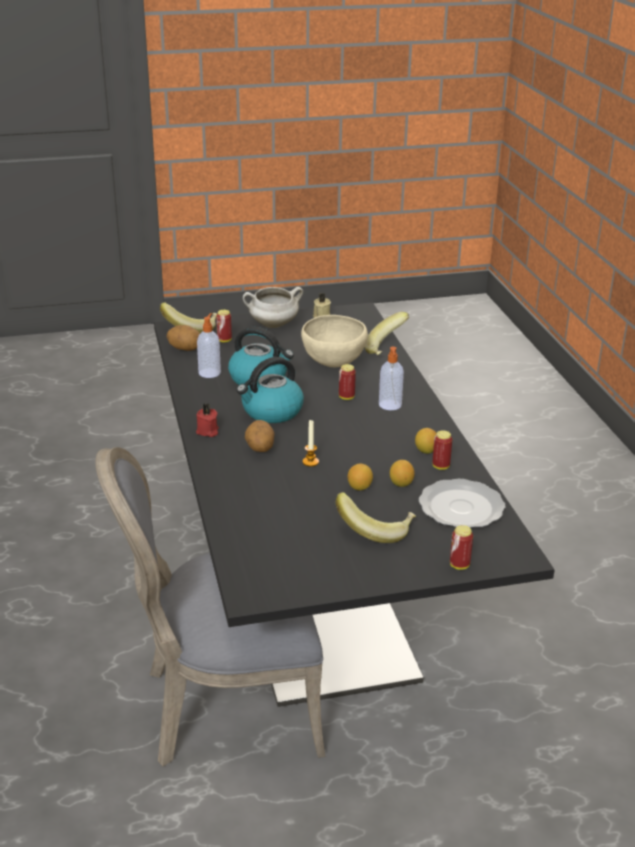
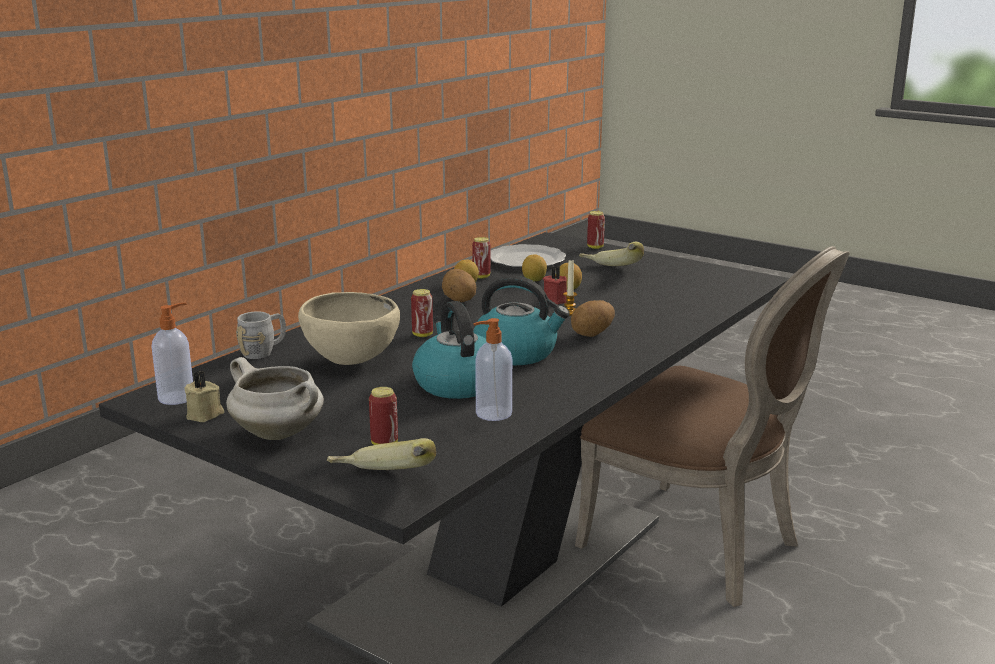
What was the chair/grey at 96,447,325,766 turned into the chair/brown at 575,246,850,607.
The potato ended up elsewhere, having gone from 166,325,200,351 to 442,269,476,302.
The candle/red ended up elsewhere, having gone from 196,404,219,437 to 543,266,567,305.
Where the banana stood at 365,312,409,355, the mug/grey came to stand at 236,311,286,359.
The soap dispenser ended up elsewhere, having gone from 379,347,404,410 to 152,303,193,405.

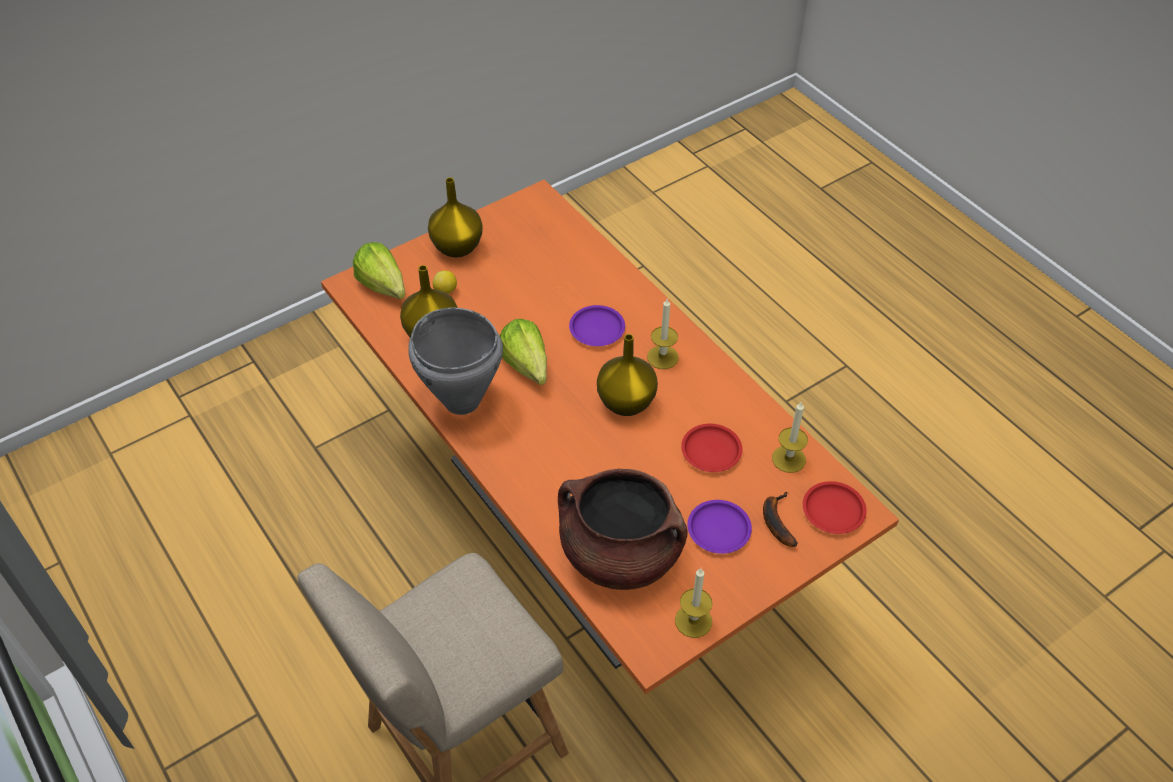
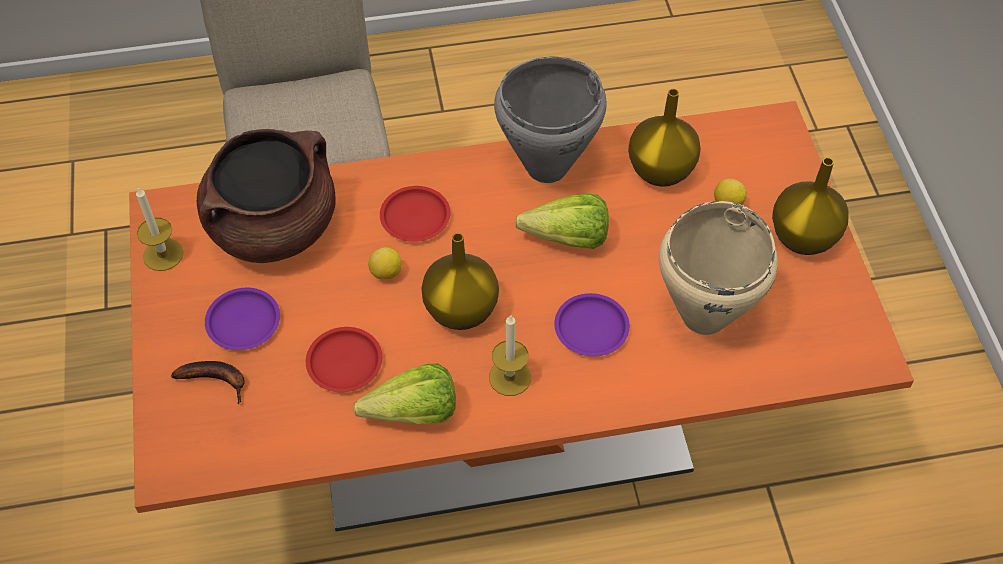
The lettuce ended up elsewhere, having gone from 353,242,406,299 to 353,363,456,424.
The second view lost the candle at 772,401,808,473.
The plate/red ended up elsewhere, having gone from 803,481,867,534 to 380,186,450,242.
The second view gained the lemon at 368,247,401,279.
The second view gained the cooking pot/beige at 659,201,778,335.

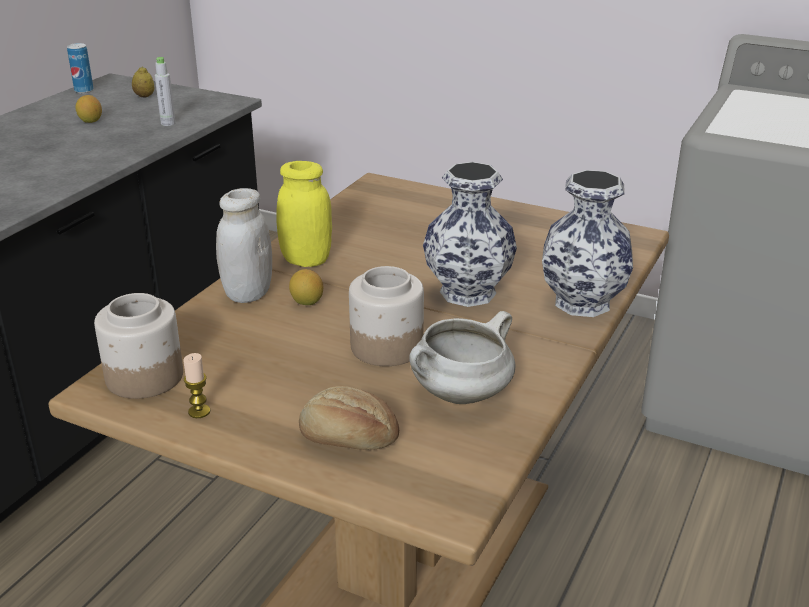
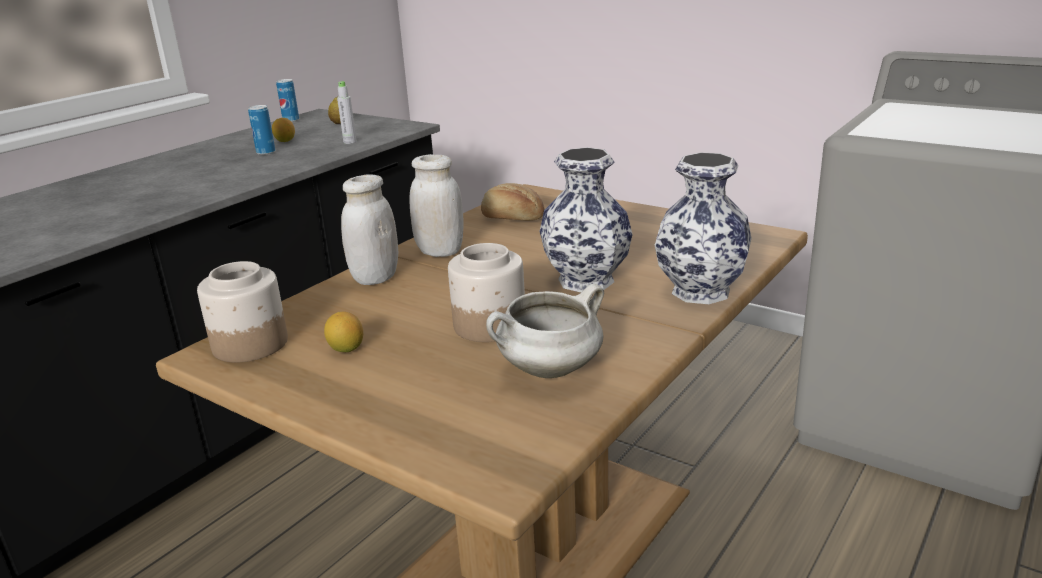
The second view lost the candle at 183,353,210,418.
What was the jar/yellow at 276,161,332,267 turned into the jar/white at 409,154,464,257.
The lemon ended up elsewhere, having gone from 289,269,323,305 to 324,312,363,352.
The bread ended up elsewhere, having gone from 299,386,399,450 to 481,183,545,221.
The second view gained the can at 248,105,275,155.

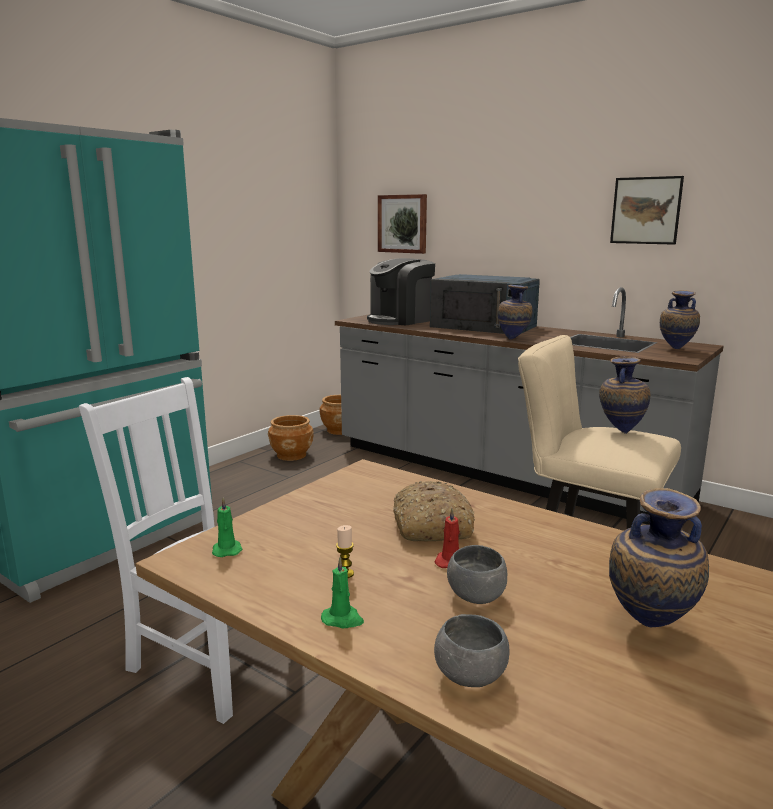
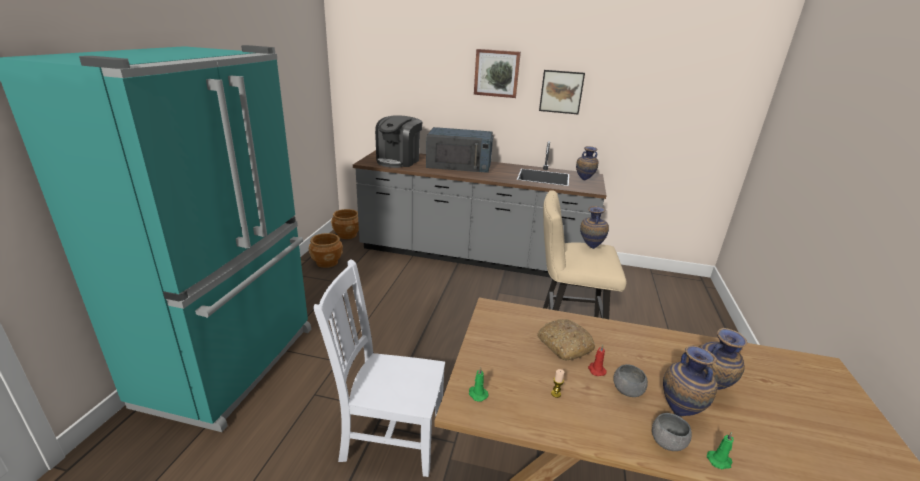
The candle/green ended up elsewhere, having gone from 321,557,364,628 to 707,432,734,469.
The picture ended up elsewhere, having gone from 378,194,427,254 to 474,49,521,98.
The vase ended up elsewhere, having gone from 498,285,533,339 to 663,346,718,416.

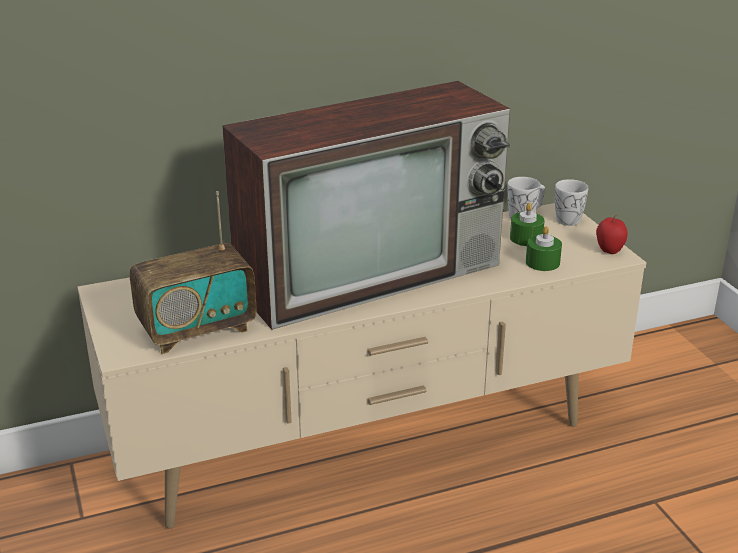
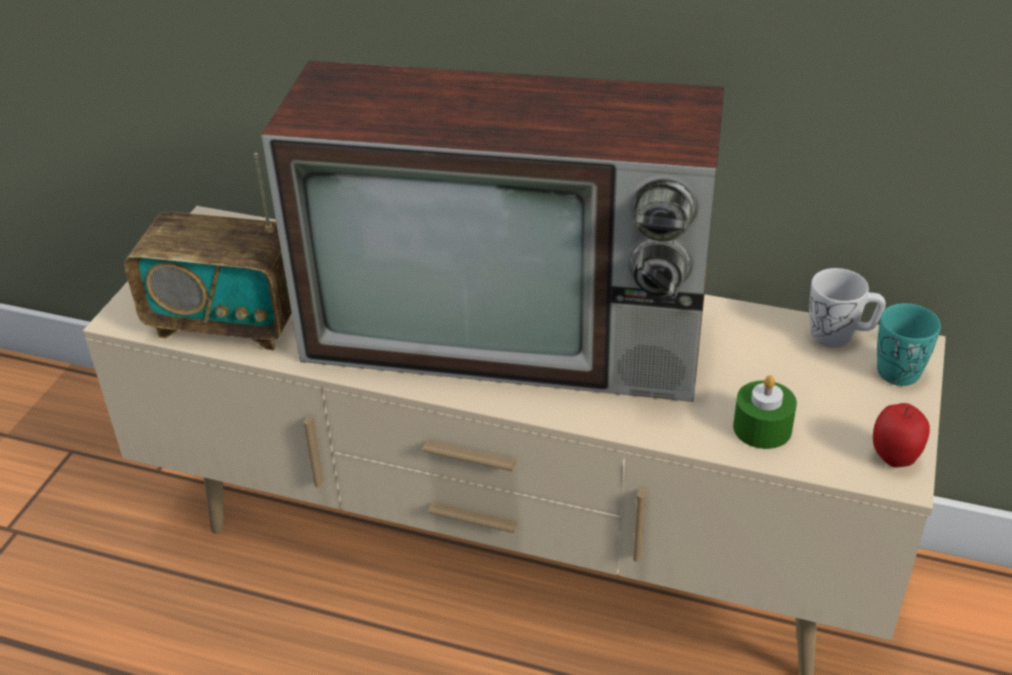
The second view lost the candle/green at 510,203,545,246.
What was the mug/white at 555,179,588,226 turned into the mug/turquoise at 877,303,941,386.

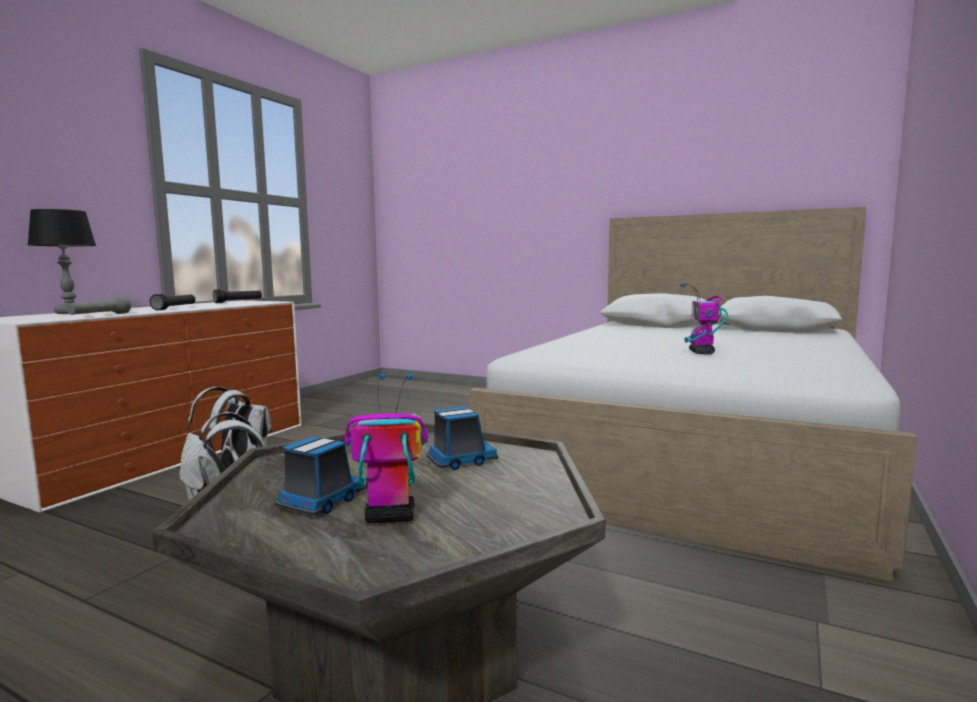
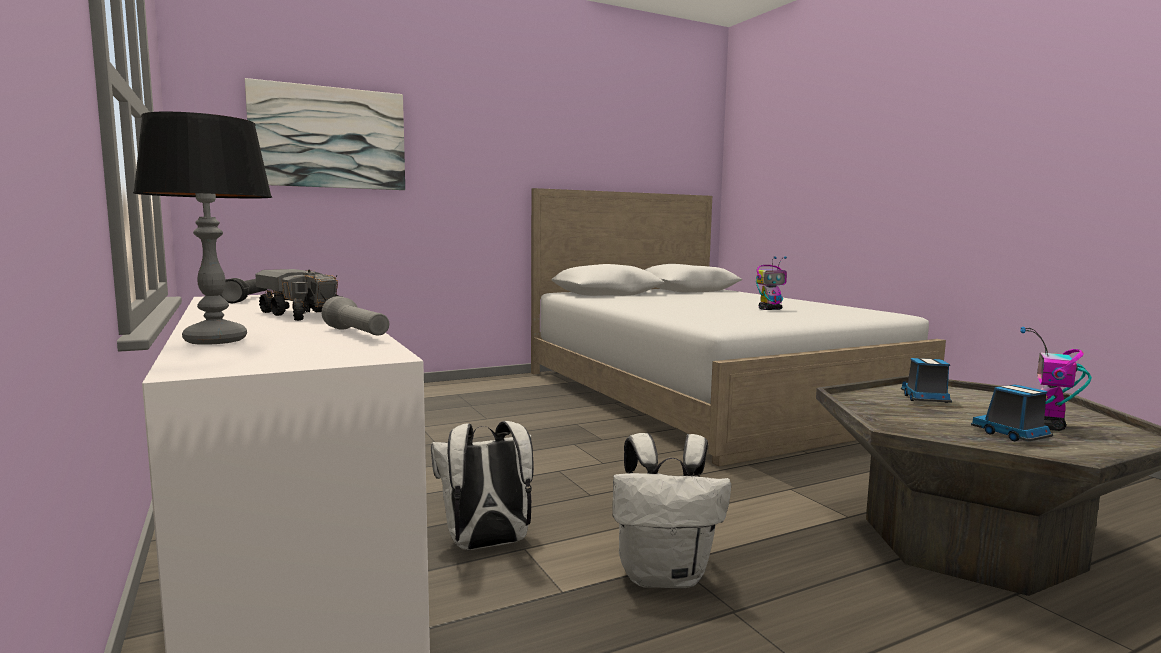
Where the flashlight/black stood at 150,294,196,310, the toy truck came to stand at 255,269,339,321.
The toy robot at 680,283,728,354 ended up facing another way, 60 degrees counterclockwise from before.
The second view gained the picture at 245,78,405,190.

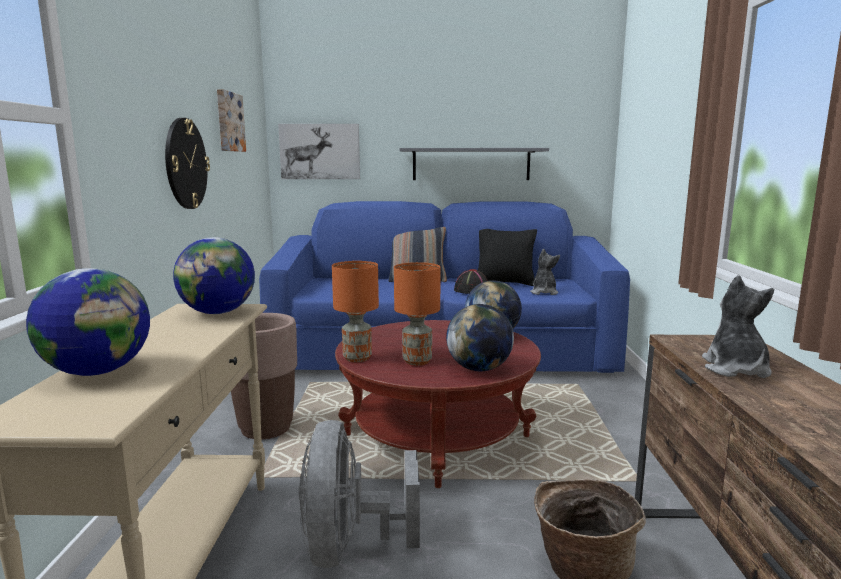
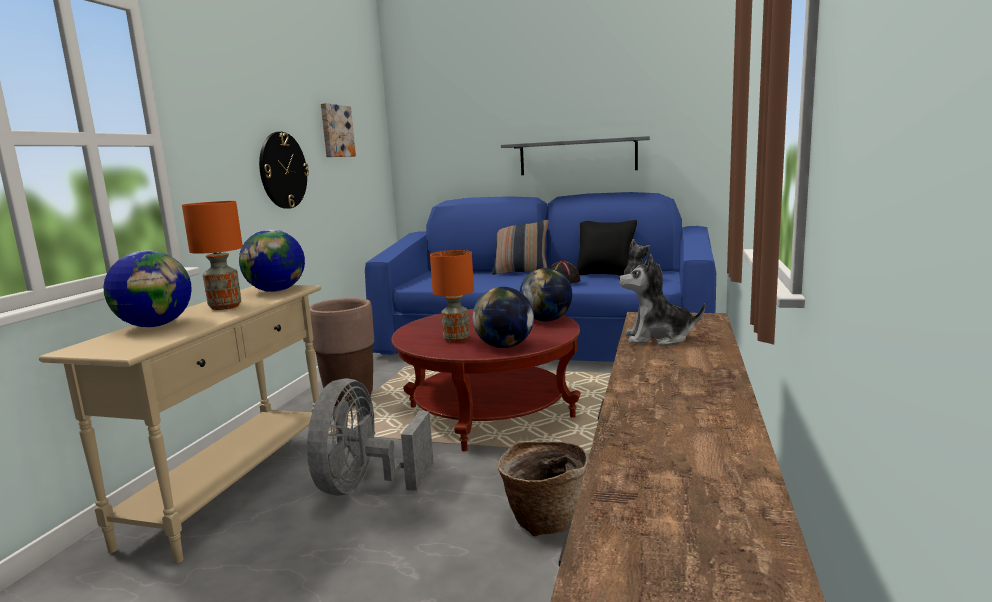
The second view lost the picture at 278,124,360,179.
The table lamp/orange ended up elsewhere, having gone from 332,261,379,362 to 182,201,243,310.
The plush toy at 702,275,774,378 ended up facing another way, 105 degrees counterclockwise from before.

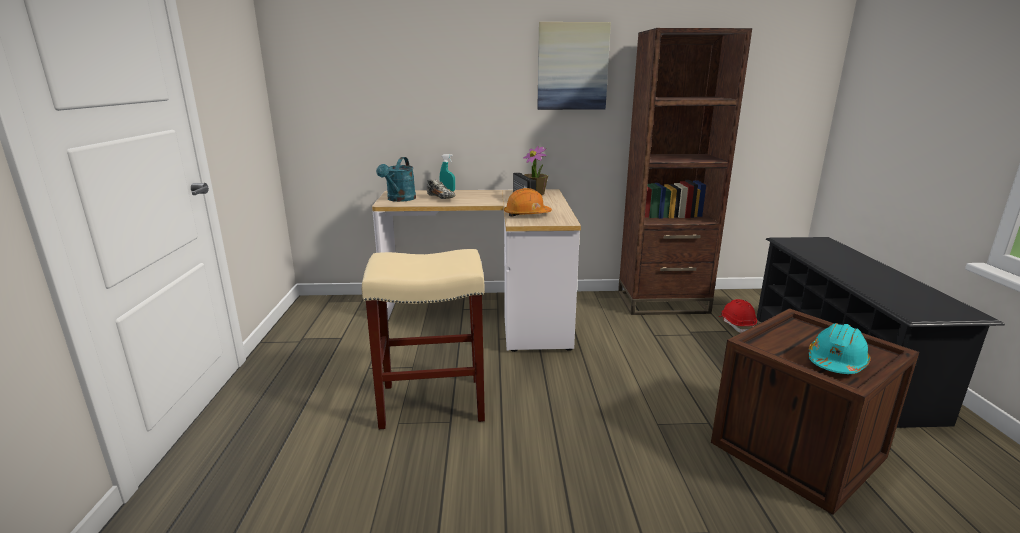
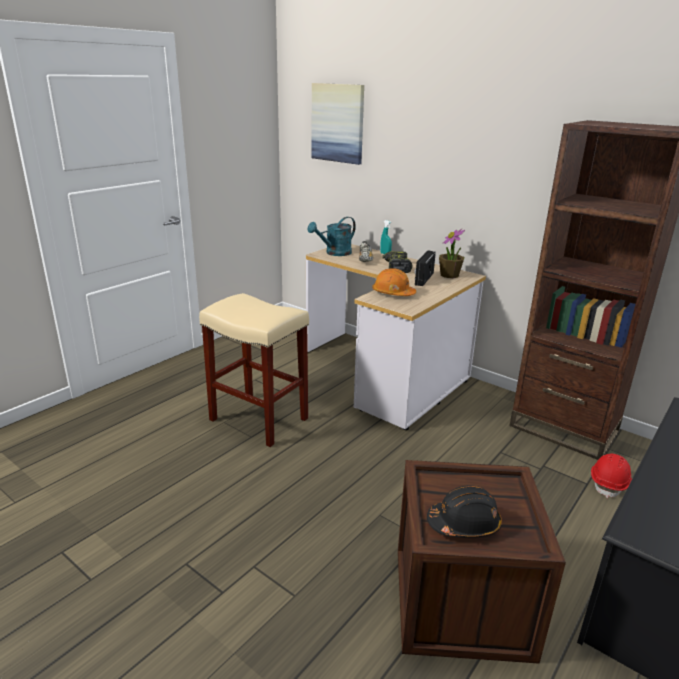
The picture ended up elsewhere, having gone from 537,22,611,110 to 312,83,364,165.
What was the hard hat/turquoise at 809,323,871,374 turned into the hard hat/black at 427,485,502,538.
The second view gained the power drill at 382,251,412,273.

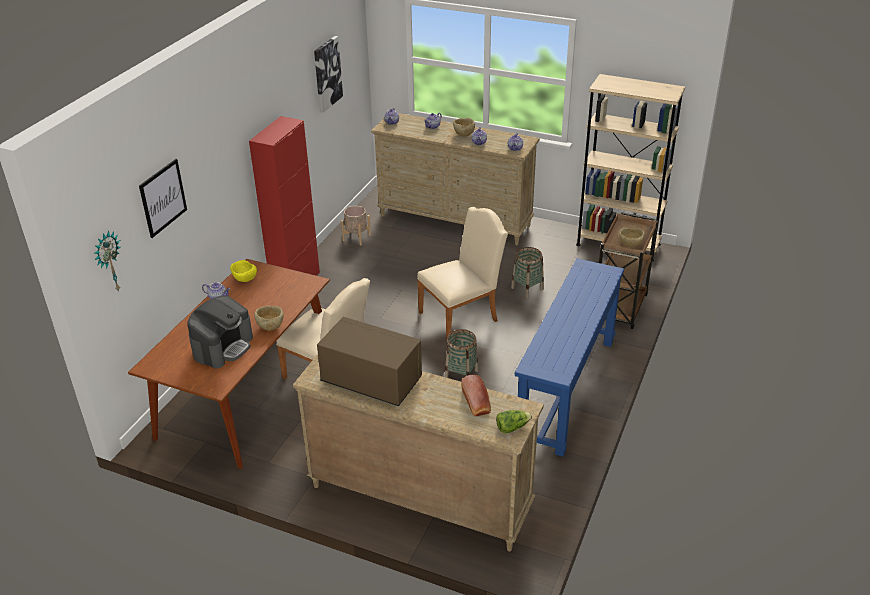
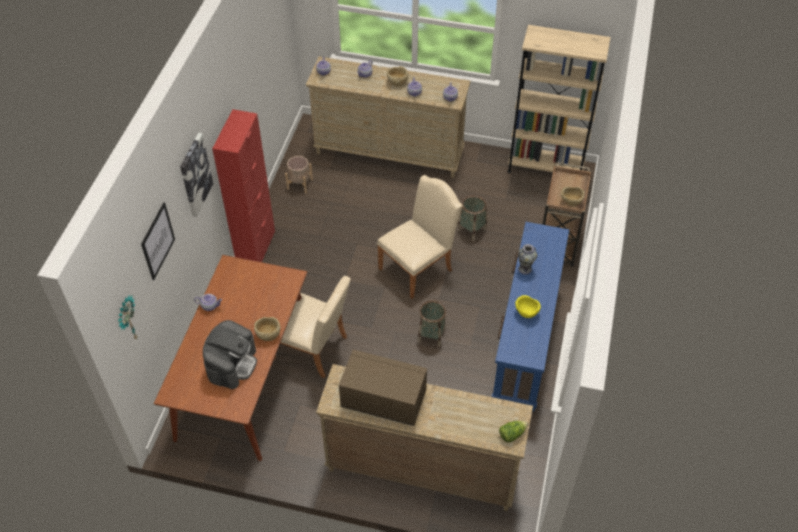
The bowl/yellow ended up elsewhere, having gone from 230,260,257,282 to 515,295,541,318.
The picture ended up elsewhere, having gone from 314,36,343,113 to 180,133,213,217.
The second view lost the bread at 461,375,491,416.
The second view gained the vase at 518,244,537,275.

